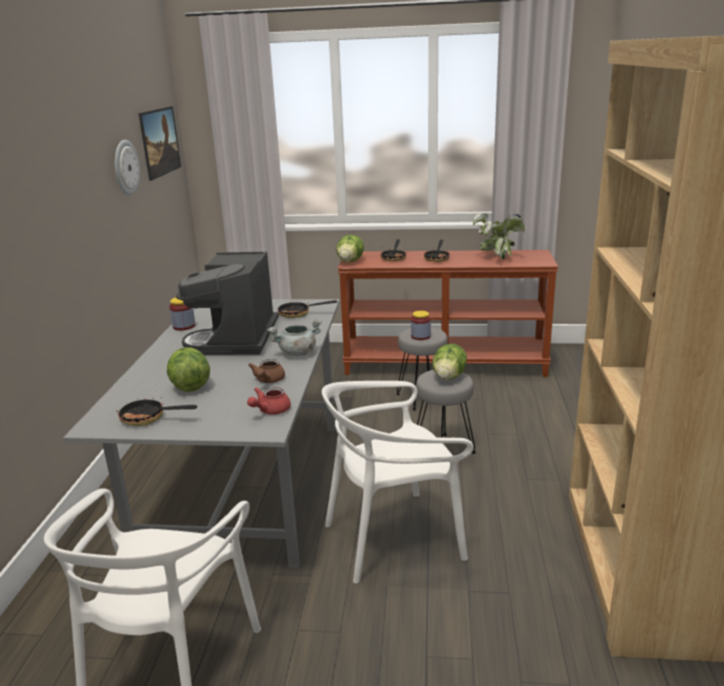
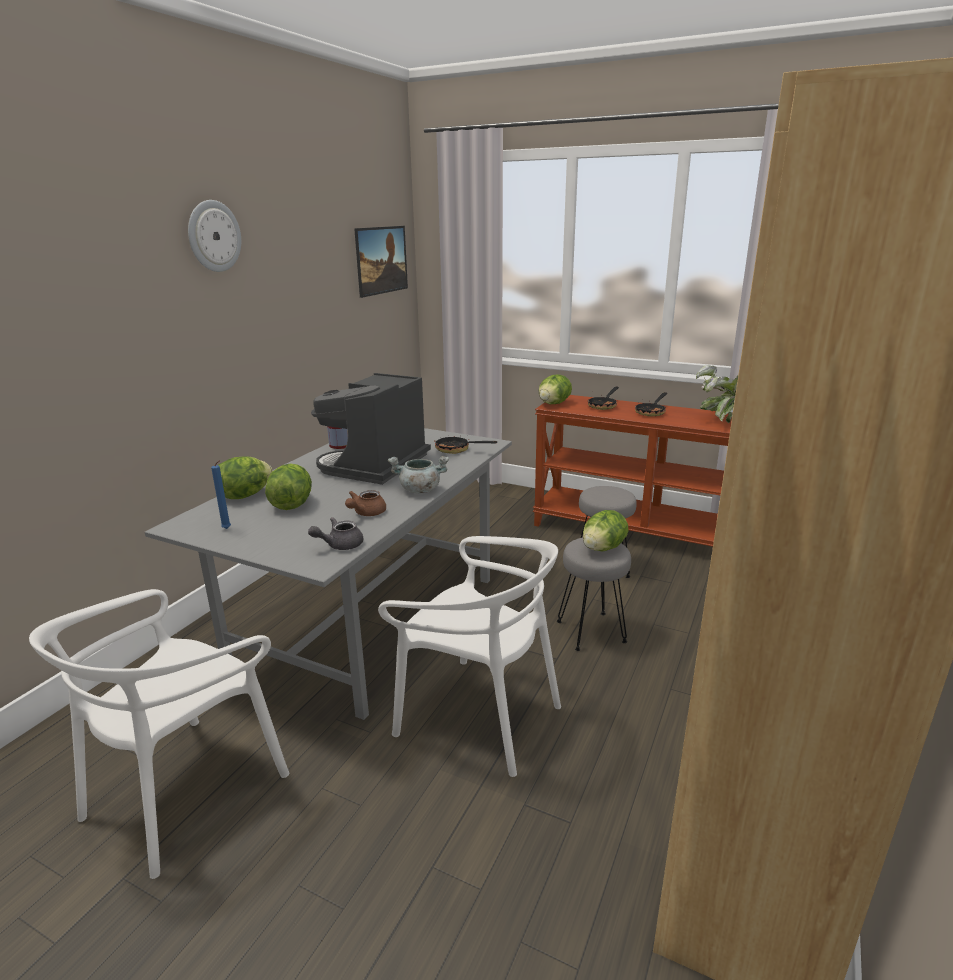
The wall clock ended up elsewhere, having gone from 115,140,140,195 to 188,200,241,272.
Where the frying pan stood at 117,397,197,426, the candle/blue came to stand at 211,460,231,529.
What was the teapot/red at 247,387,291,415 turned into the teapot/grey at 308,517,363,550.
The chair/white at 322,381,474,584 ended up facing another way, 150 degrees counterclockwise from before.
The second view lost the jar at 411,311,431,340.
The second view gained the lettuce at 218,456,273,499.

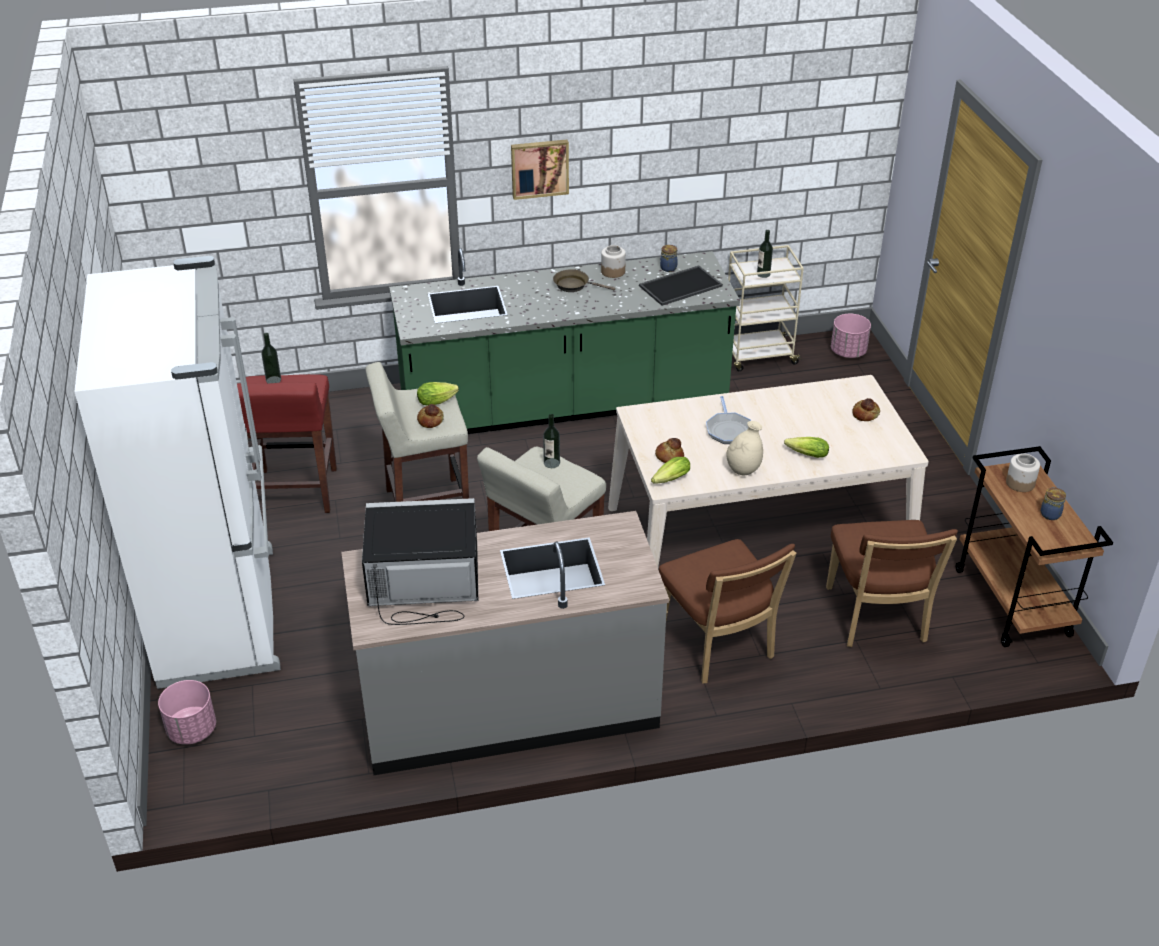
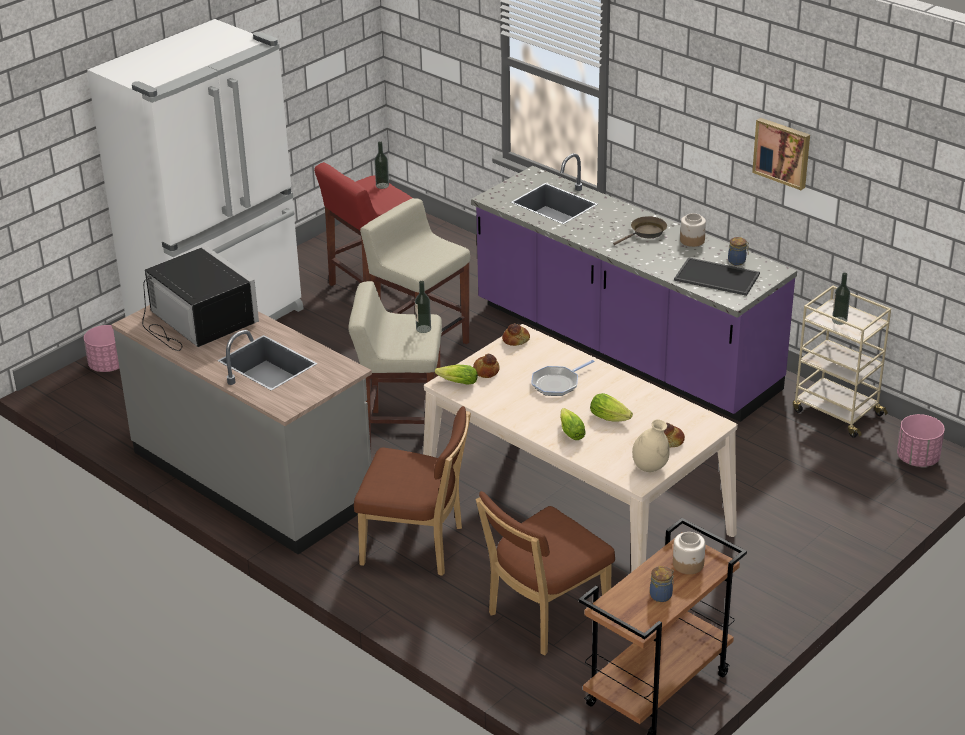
What was the counter/green at 389,248,740,434 turned into the counter/purple at 471,153,797,422.
The lettuce ended up elsewhere, having gone from 417,382,459,406 to 590,393,633,422.
The bread ended up elsewhere, having gone from 417,404,444,428 to 502,323,530,346.
The picture ended up elsewhere, having gone from 511,140,569,200 to 752,118,810,190.
The frying pan/brown at 553,269,615,292 ended up facing another way, 75 degrees clockwise from before.
The chair/brown at 659,539,796,684 ended up facing another way, 105 degrees counterclockwise from before.
The vase/beige ended up elsewhere, having gone from 726,421,763,475 to 632,419,670,472.

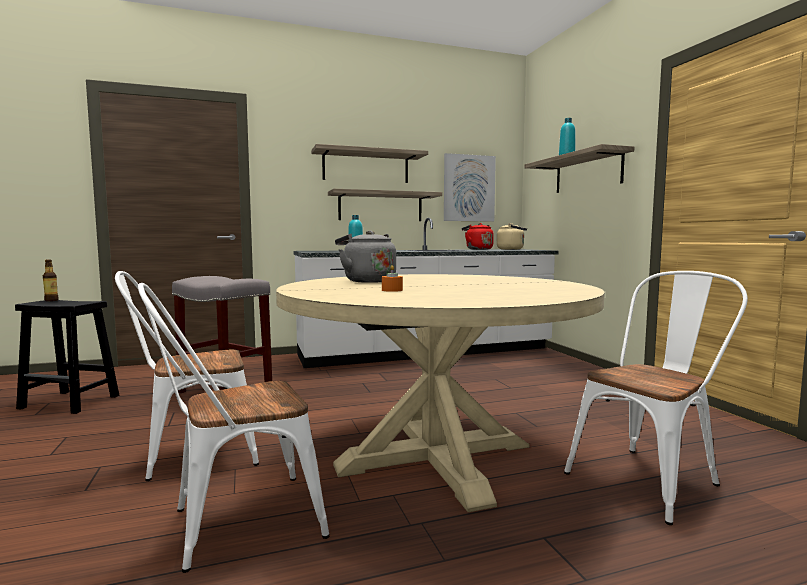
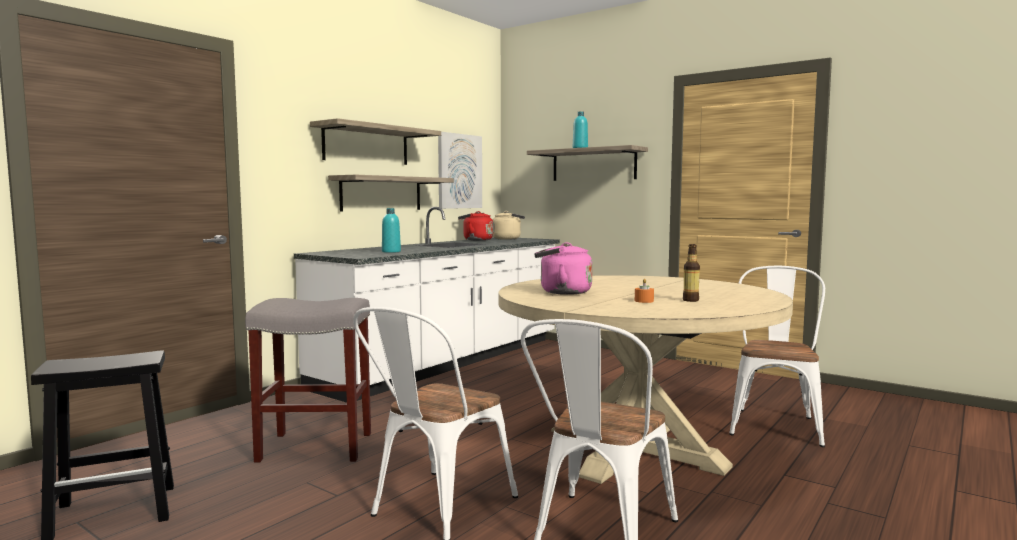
The bottle ended up elsewhere, having gone from 43,259,59,301 to 683,244,700,302.
What was the kettle/grey at 335,231,396,283 turned into the kettle/pink at 534,242,592,295.

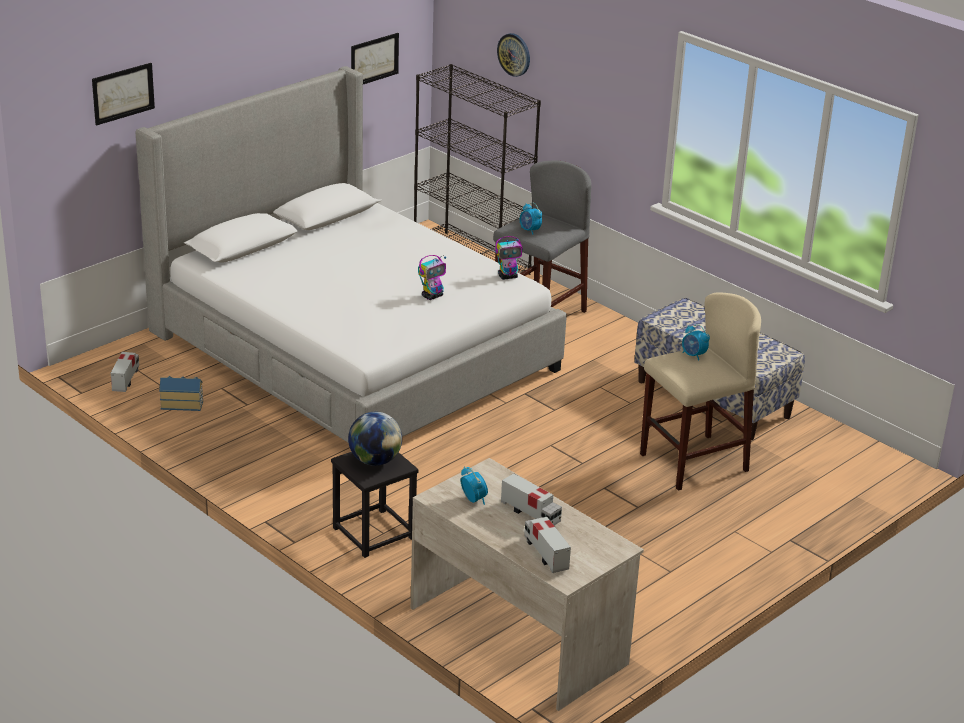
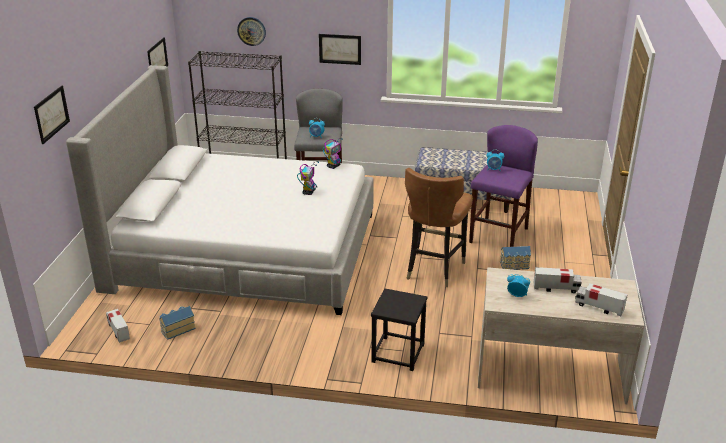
The second view lost the globe at 348,412,402,466.
What was the stool/beige at 640,292,761,491 turned into the stool/purple at 469,125,538,247.
The second view gained the picture at 319,34,361,65.
The second view gained the chair/brown at 405,168,473,287.
The second view gained the toy house at 500,246,531,270.

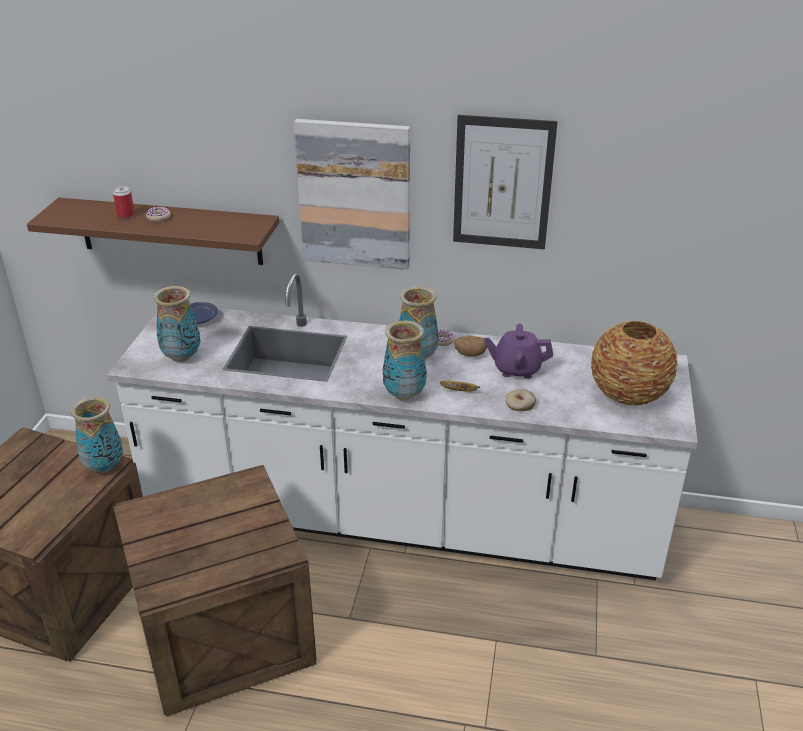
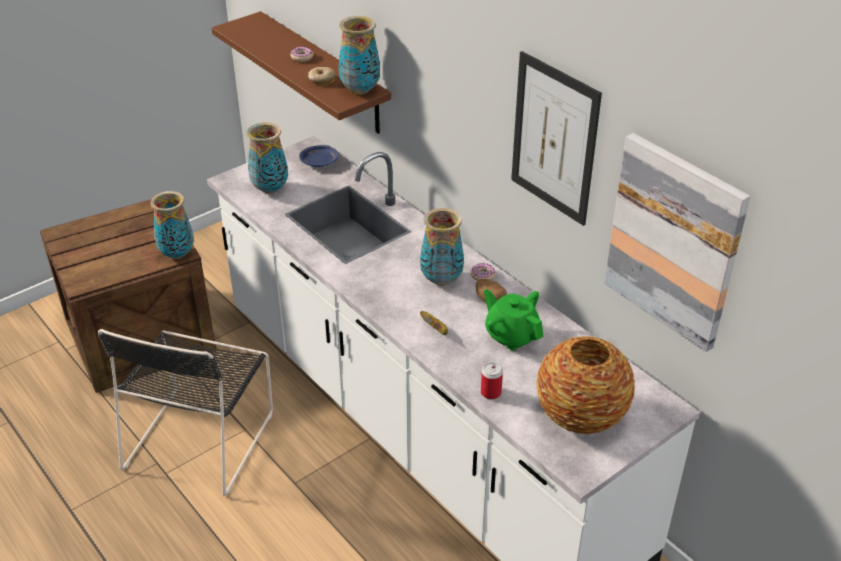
The can ended up elsewhere, having gone from 113,186,135,219 to 481,362,503,400.
Where the crate stood at 114,465,317,716, the chair/black came to stand at 98,329,273,496.
The picture ended up elsewhere, having gone from 294,119,410,270 to 604,133,750,352.
The vase ended up elsewhere, having gone from 383,321,427,400 to 339,16,380,95.
What was the teapot/purple at 484,323,553,379 turned into the teapot/green at 484,289,544,351.
The donut ended up elsewhere, having gone from 505,389,536,411 to 308,67,336,86.

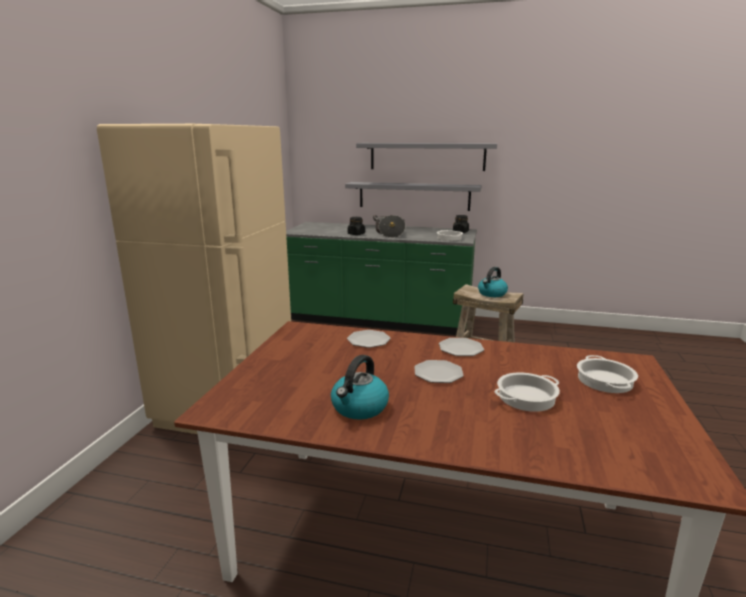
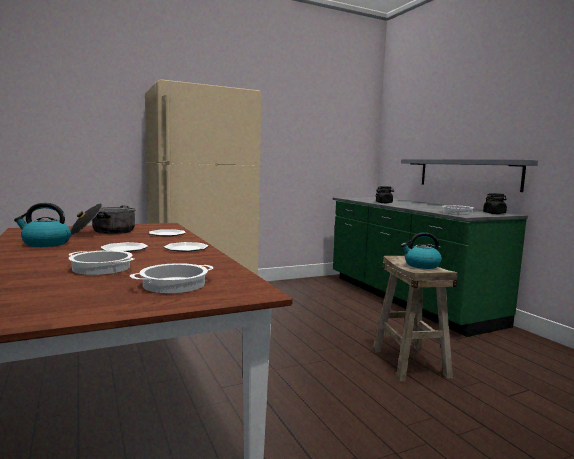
The second view lost the shelf/grey at 356,143,497,171.
The cooking pot ended up elsewhere, having gone from 373,215,406,238 to 71,203,136,236.

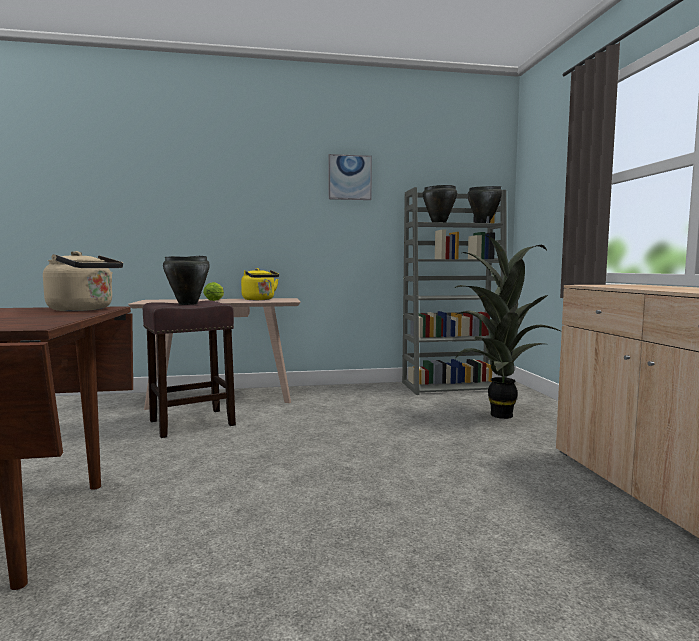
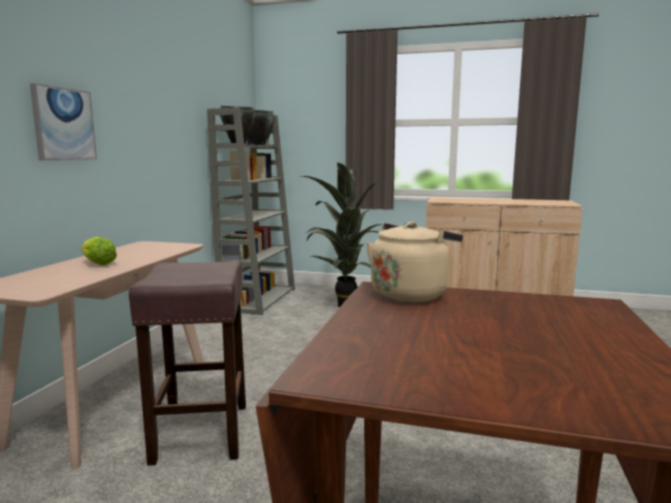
The second view lost the cooking pot/black at 163,256,210,305.
The second view lost the kettle/yellow at 241,268,279,300.
The picture ended up elsewhere, having gone from 328,154,372,200 to 30,83,97,160.

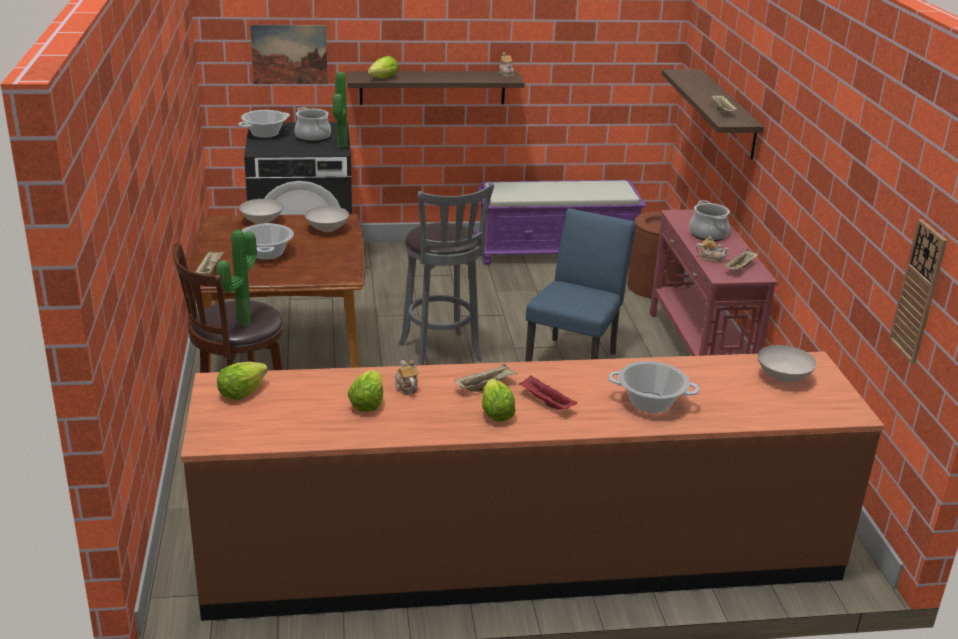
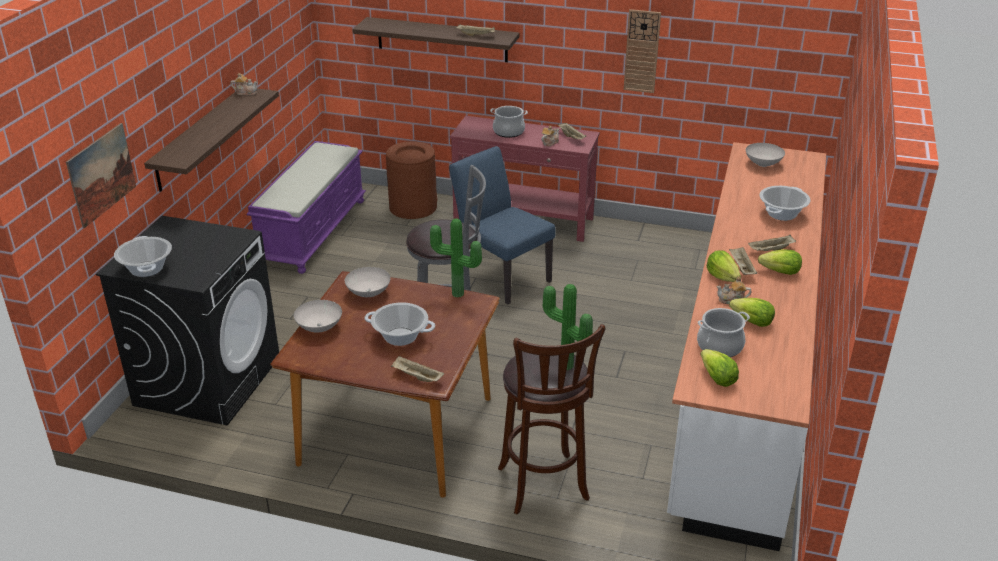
What was the counter/brown at 181,351,884,621 turned into the counter/white at 667,142,826,551.
The cooking pot ended up elsewhere, having gone from 295,107,331,142 to 697,308,750,357.
The potted plant ended up elsewhere, having gone from 333,72,347,147 to 430,219,482,298.
The lettuce ended up elsewhere, having gone from 368,56,398,78 to 706,251,741,282.
What was the tray/red at 519,376,577,410 turned into the tray/beige at 748,235,796,251.
The wall clock ended up elsewhere, having gone from 889,219,948,364 to 624,9,661,93.

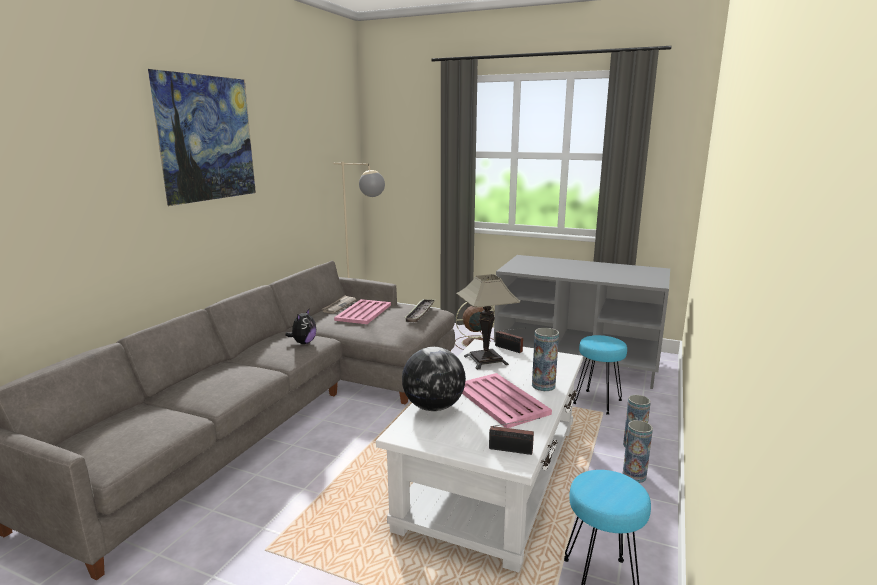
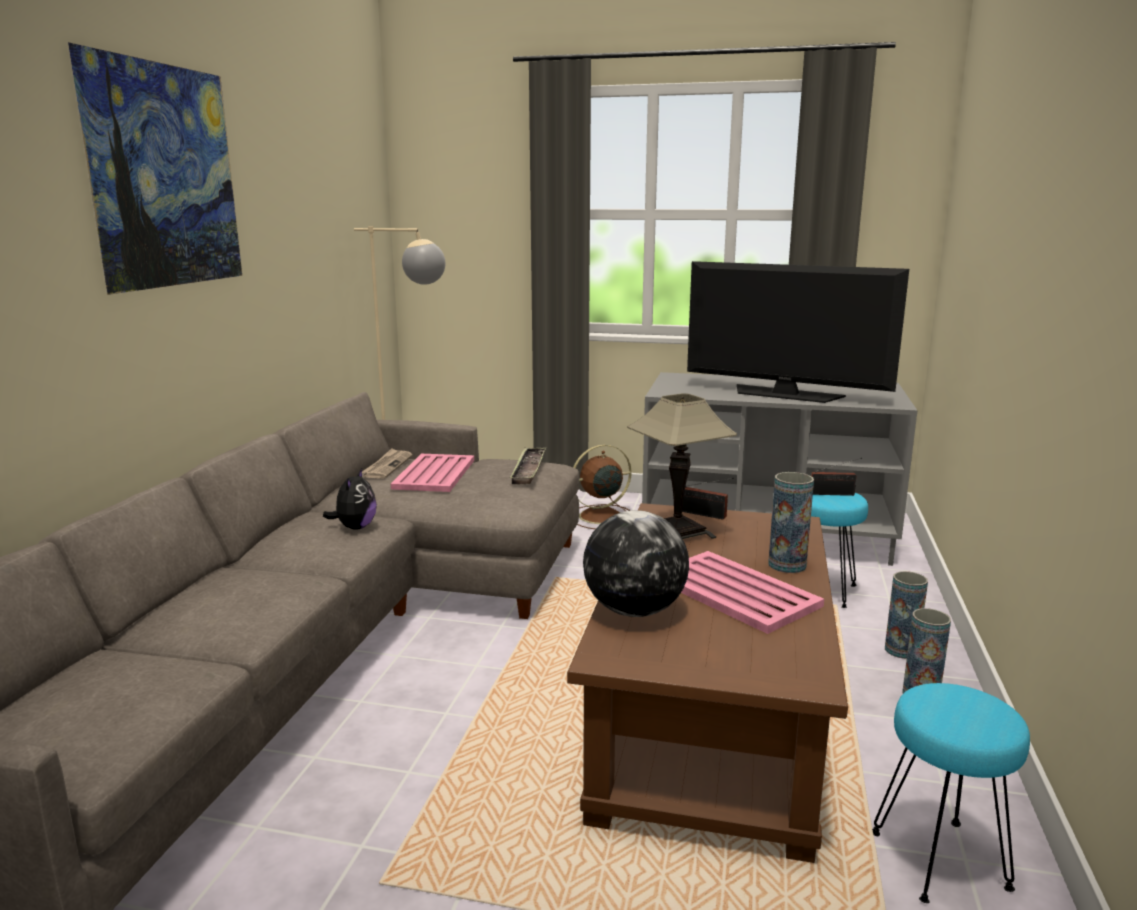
What was the coffee table/white at 376,339,583,573 turned into the coffee table/brown at 567,503,848,863.
The radio ended up elsewhere, having gone from 489,418,540,455 to 811,458,862,496.
The second view gained the television at 687,261,909,403.

